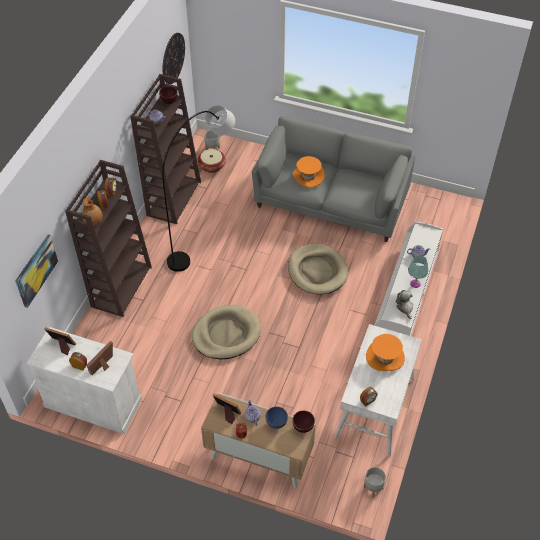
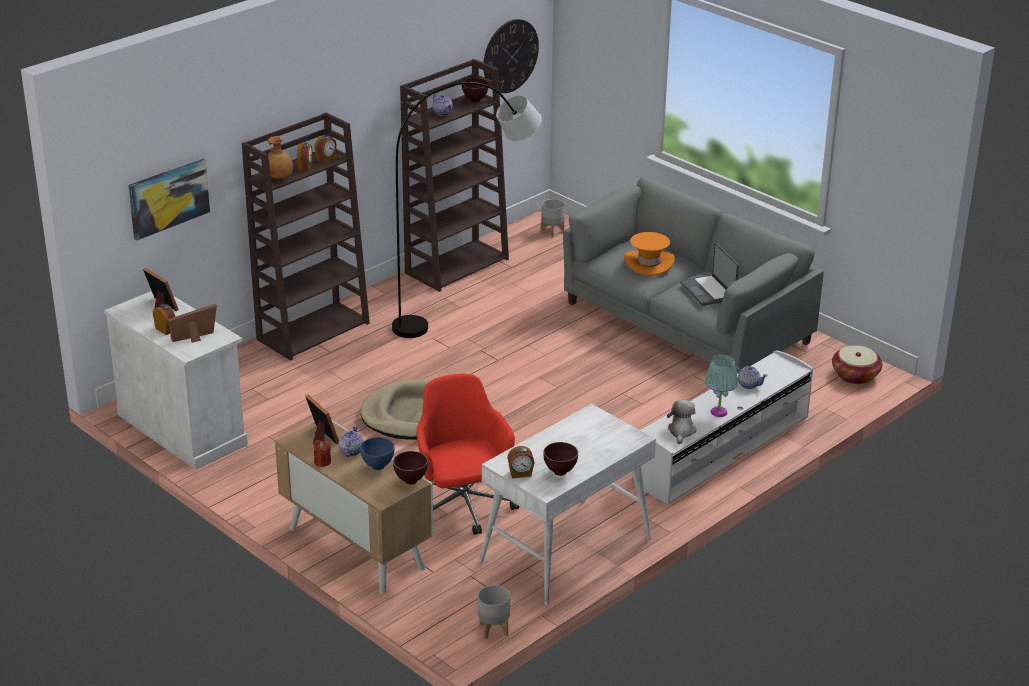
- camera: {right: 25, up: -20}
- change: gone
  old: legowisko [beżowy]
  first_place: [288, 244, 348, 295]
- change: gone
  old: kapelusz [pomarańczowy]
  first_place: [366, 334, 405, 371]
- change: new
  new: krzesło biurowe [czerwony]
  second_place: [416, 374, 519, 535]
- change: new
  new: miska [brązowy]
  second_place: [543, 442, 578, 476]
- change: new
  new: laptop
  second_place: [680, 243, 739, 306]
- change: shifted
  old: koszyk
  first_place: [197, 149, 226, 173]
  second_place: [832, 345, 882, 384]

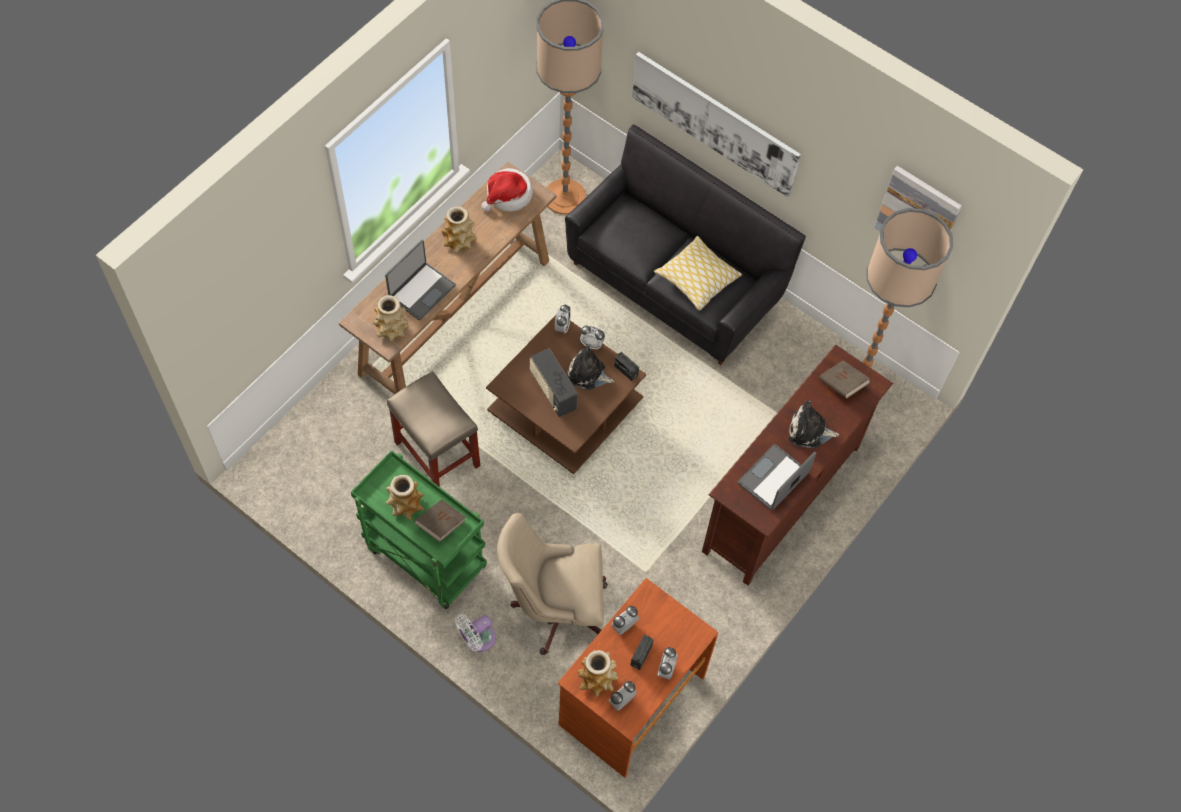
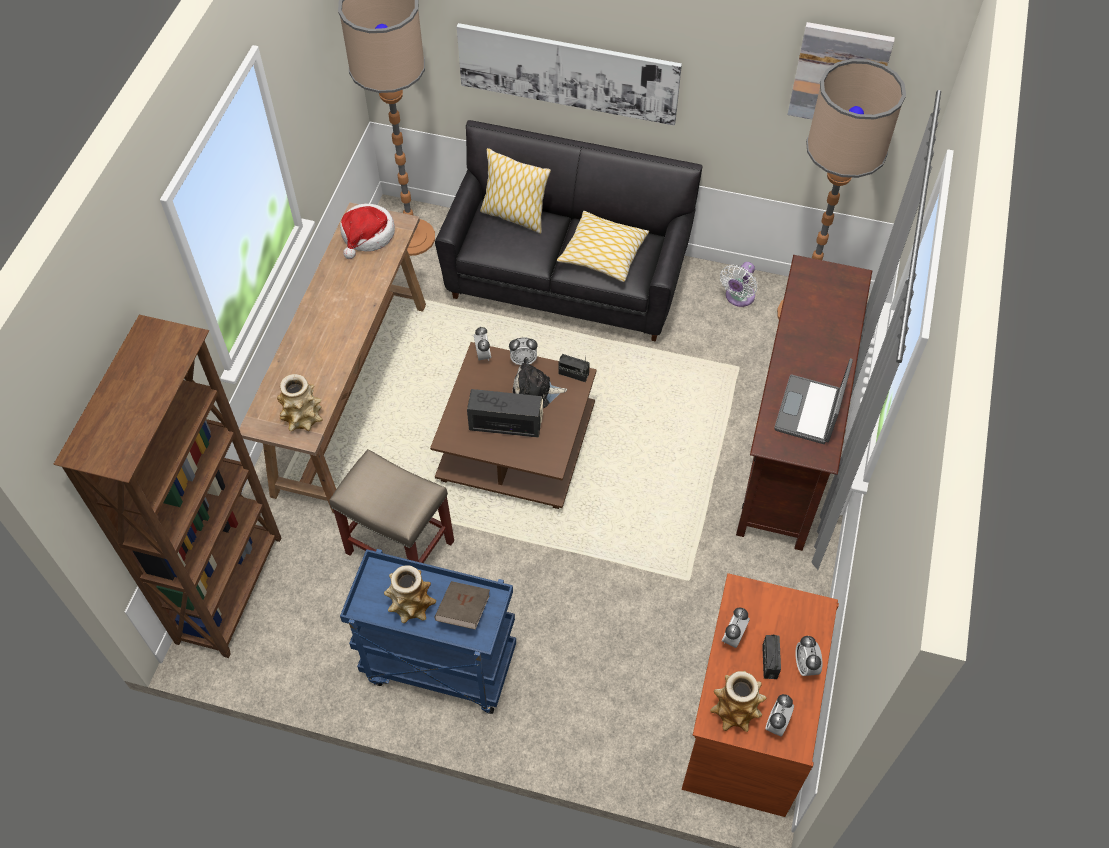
- camera: {right: -20, up: -5}
- change: gone
  old: laptop
  first_place: [385, 240, 456, 320]
- change: gone
  old: wazon
  first_place: [441, 206, 477, 253]
- change: gone
  old: krzesło biurowe [beżowy]
  first_place: [497, 513, 608, 655]
- change: gone
  old: pluszak
  first_place: [788, 400, 839, 448]
- change: gone
  old: książka [brązowy]
  first_place: [819, 360, 870, 399]
- change: new
  new: regał [brązowy]
  second_place: [53, 315, 281, 658]
- change: new
  new: poduszka
  second_place: [480, 148, 551, 234]
- change: shifted
  old: wentylator [biały]
  first_place: [455, 614, 496, 652]
  second_place: [720, 262, 757, 307]
- change: repainted
  old: wózek [zielony]
  new: wózek [niebieski]
  first_place: [351, 450, 487, 609]
  second_place: [340, 549, 516, 714]
- change: rotated
  old: radio
  first_place: [530, 348, 578, 417]
  second_place: [467, 389, 543, 438]
  degrees: 150

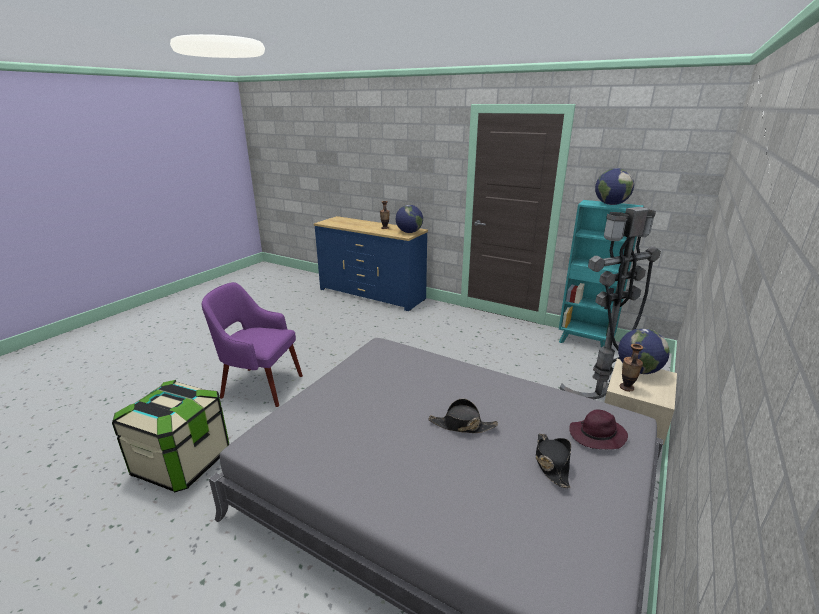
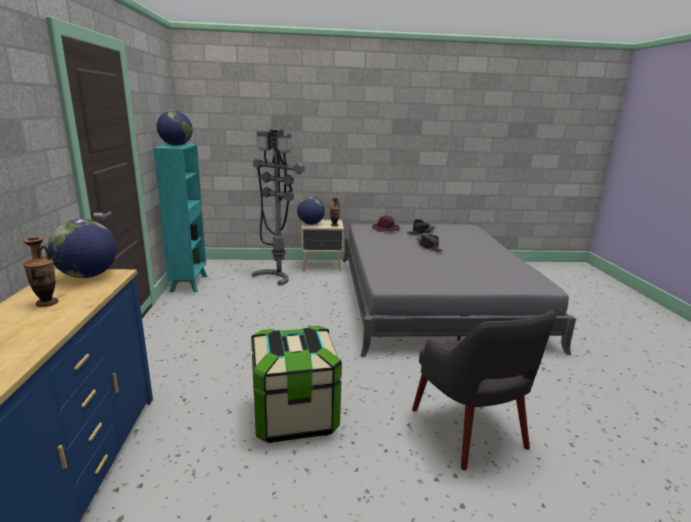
- camera: {right: -125, up: -5}
- change: shifted
  old: pojemnik do przechowywania
  first_place: [112, 380, 229, 493]
  second_place: [251, 326, 342, 443]
- change: repainted
  old: fotel [fioletowy]
  new: fotel [szary]
  first_place: [202, 282, 303, 407]
  second_place: [412, 310, 556, 470]

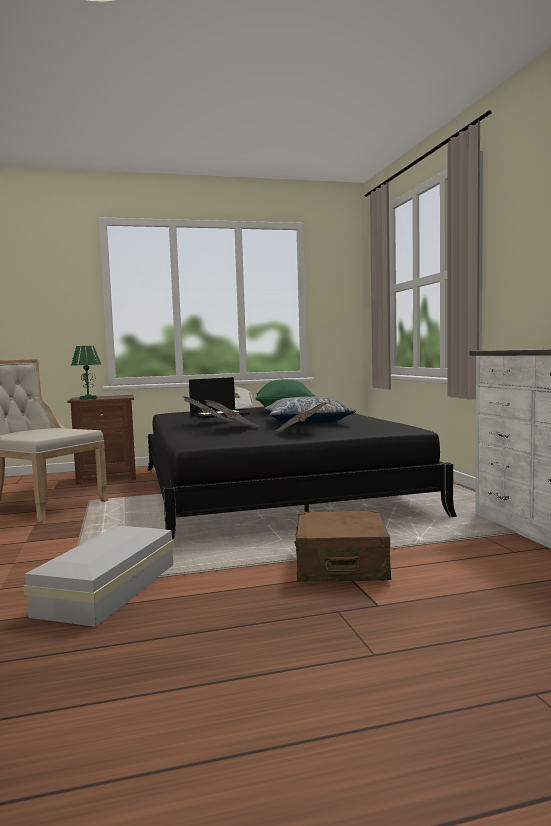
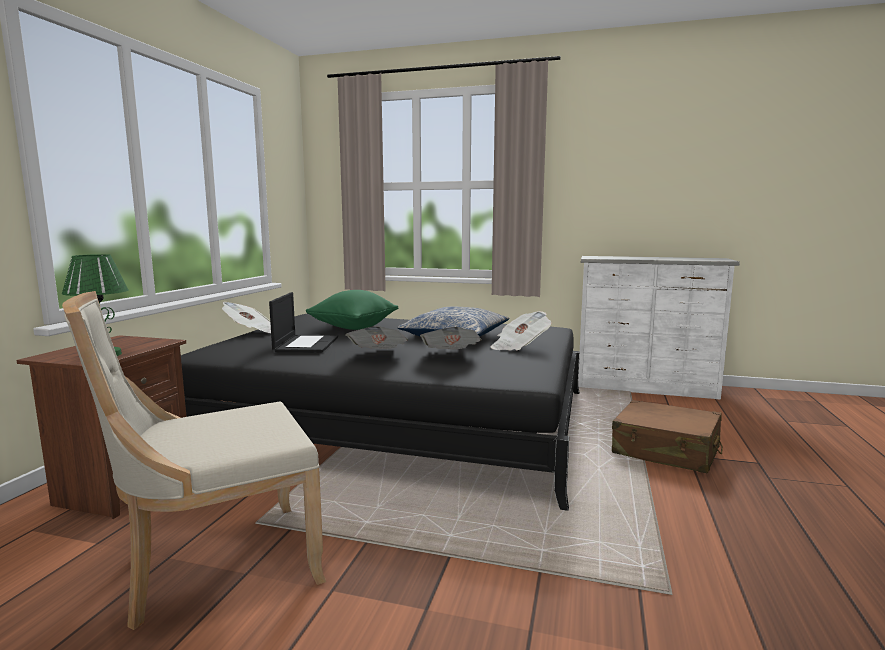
- camera: {right: -60, up: 5}
- change: gone
  old: pojemnik do przechowywania [biały]
  first_place: [23, 526, 174, 627]

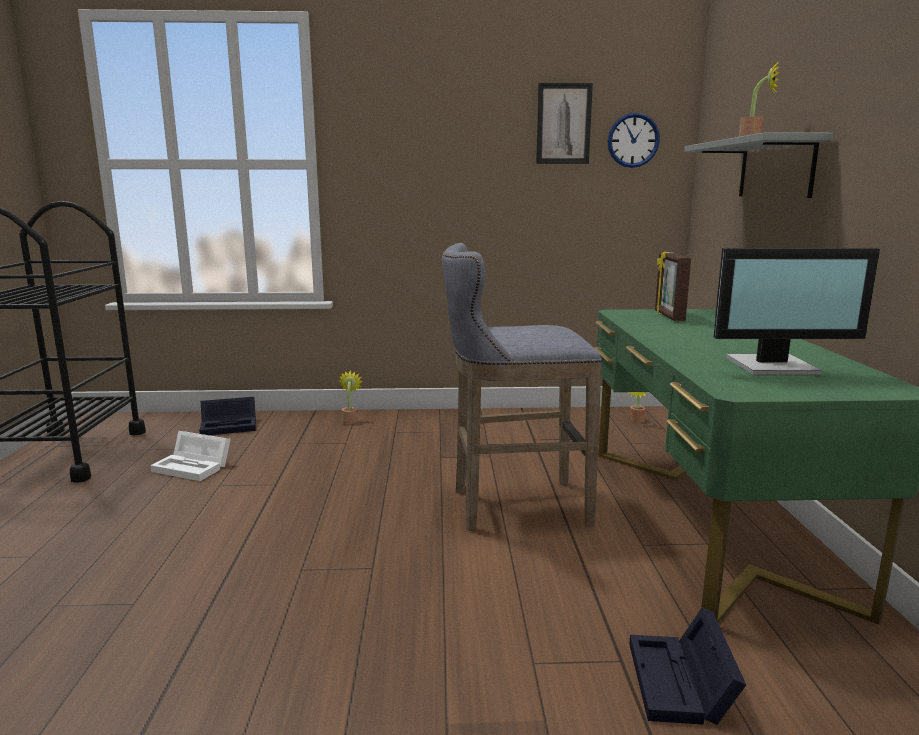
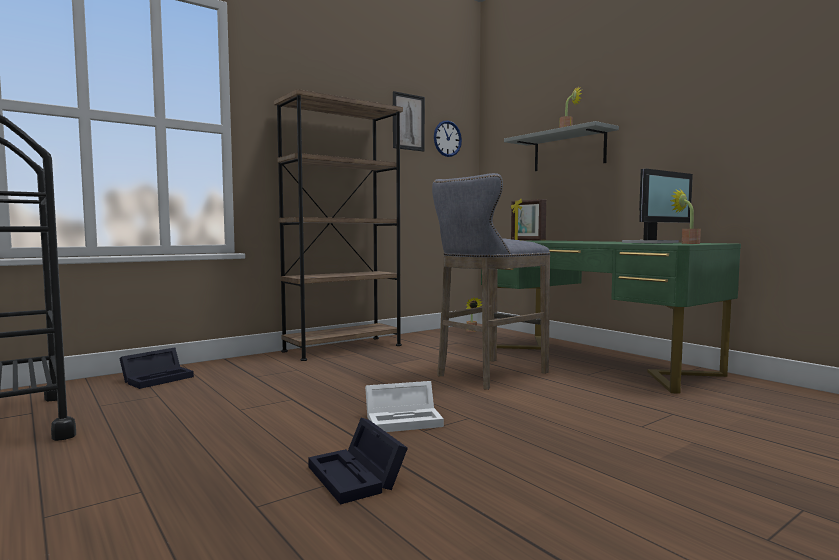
- camera: {right: -35, up: -10}
- change: new
  new: regał [brązowy]
  second_place: [274, 89, 403, 361]
- change: shifted
  old: pojemnik do przechowywania [biały]
  first_place: [150, 431, 231, 481]
  second_place: [365, 381, 444, 432]
- change: shifted
  old: roślina doniczkowa
  first_place: [339, 370, 363, 425]
  second_place: [670, 188, 701, 244]
- change: shifted
  old: pojemnik do przechowywania [czarny]
  first_place: [629, 607, 746, 725]
  second_place: [308, 418, 408, 504]

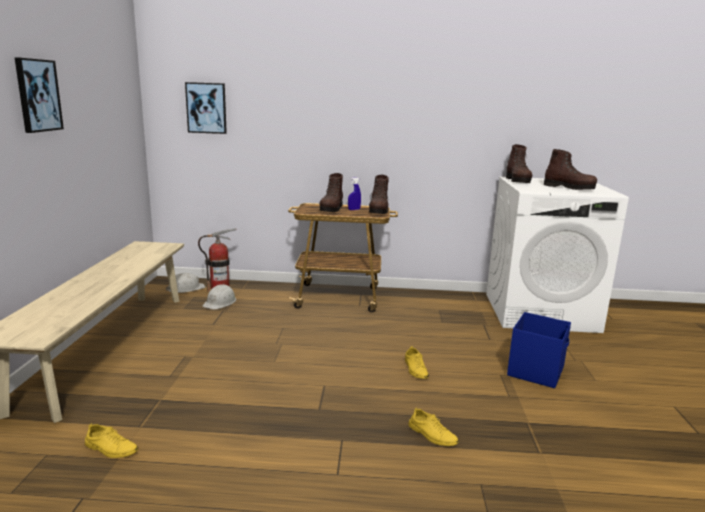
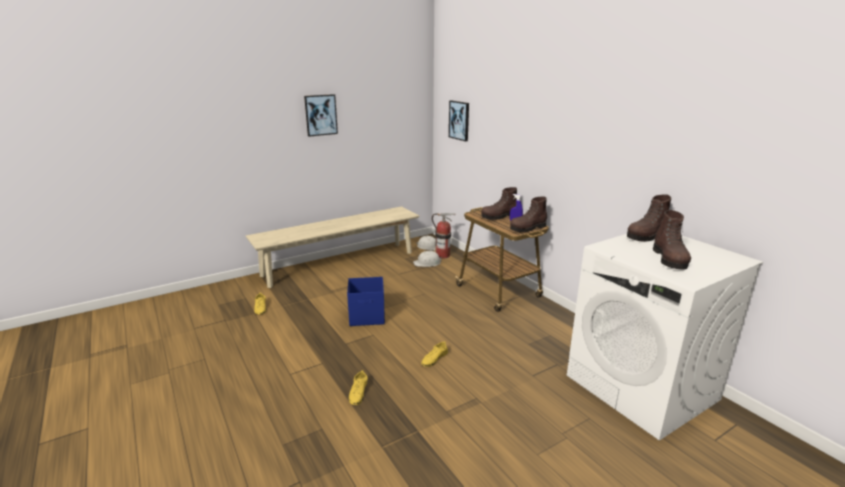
- camera: {right: 55, up: 5}
- change: shifted
  old: pojemnik do przechowywania [niebieski]
  first_place: [507, 312, 571, 388]
  second_place: [347, 277, 385, 326]

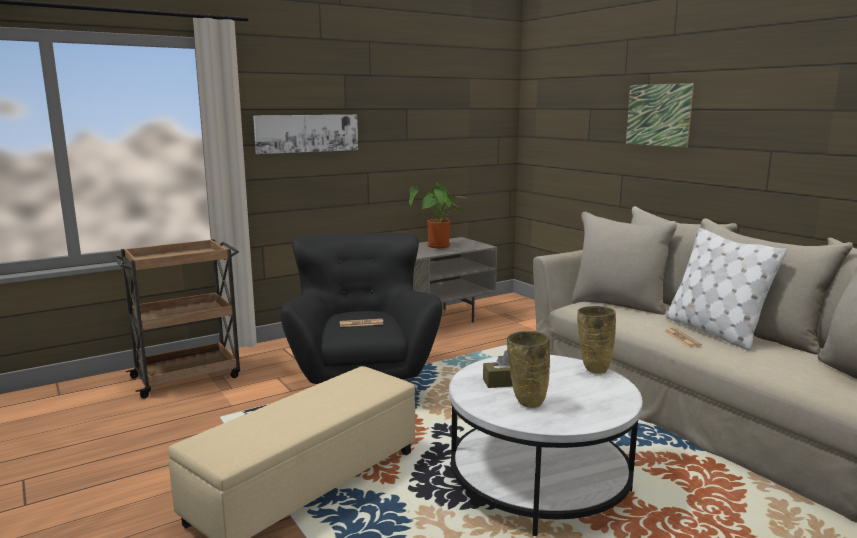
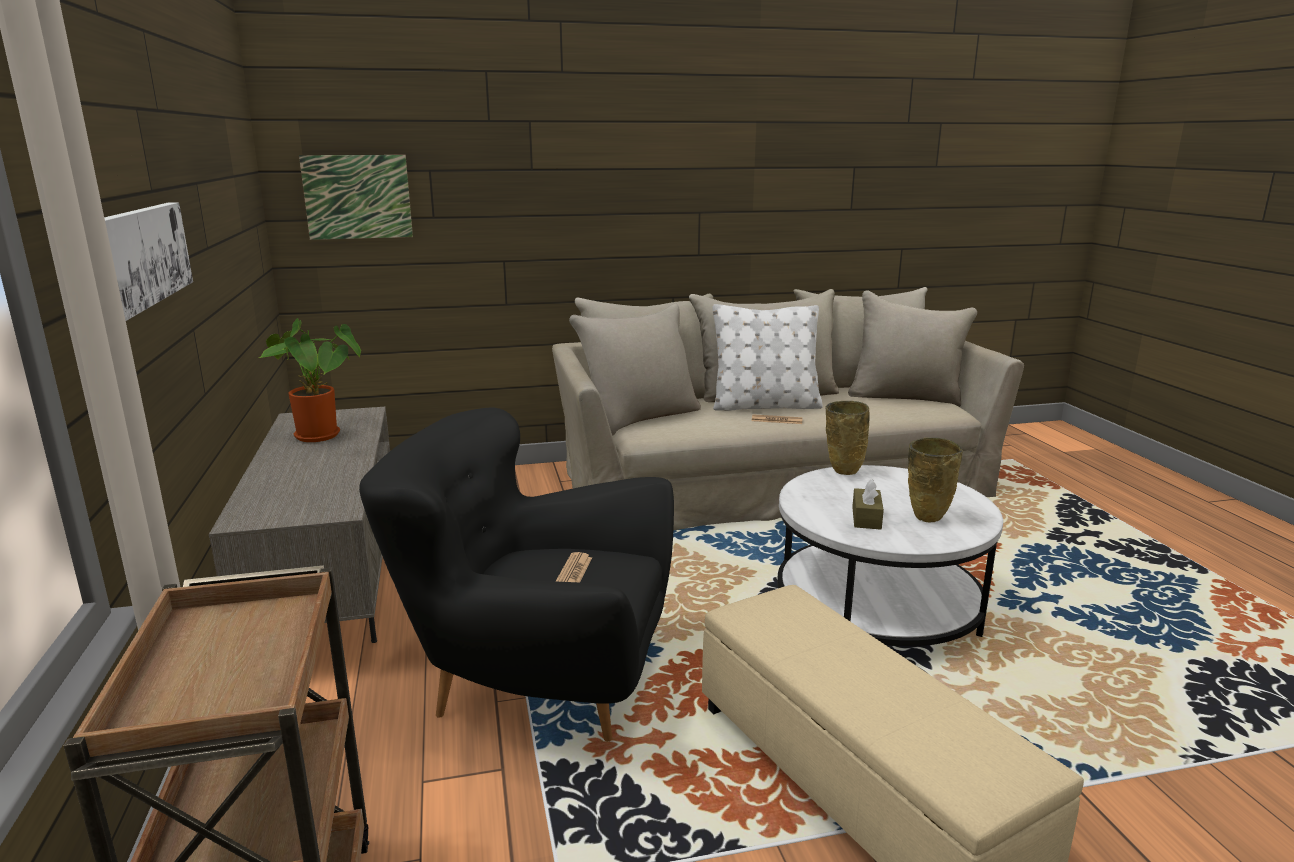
- camera: {right: -70, up: 5}
- change: shifted
  old: obraz
  first_place: [626, 83, 694, 147]
  second_place: [299, 155, 413, 240]

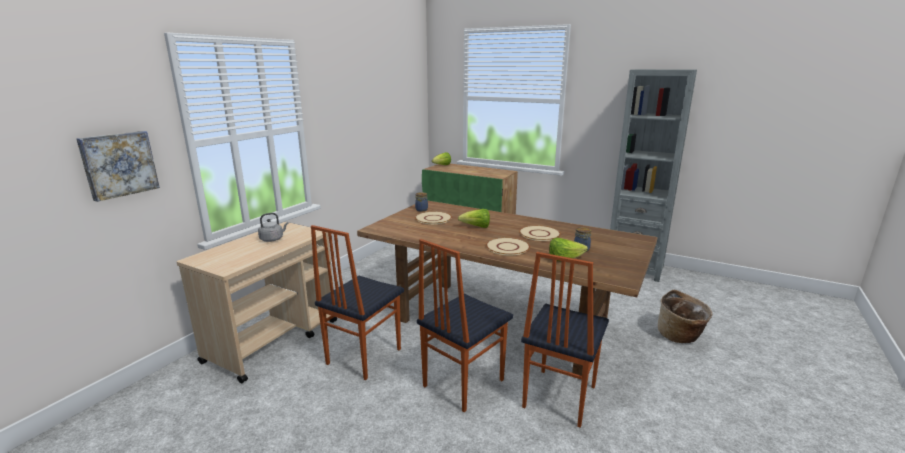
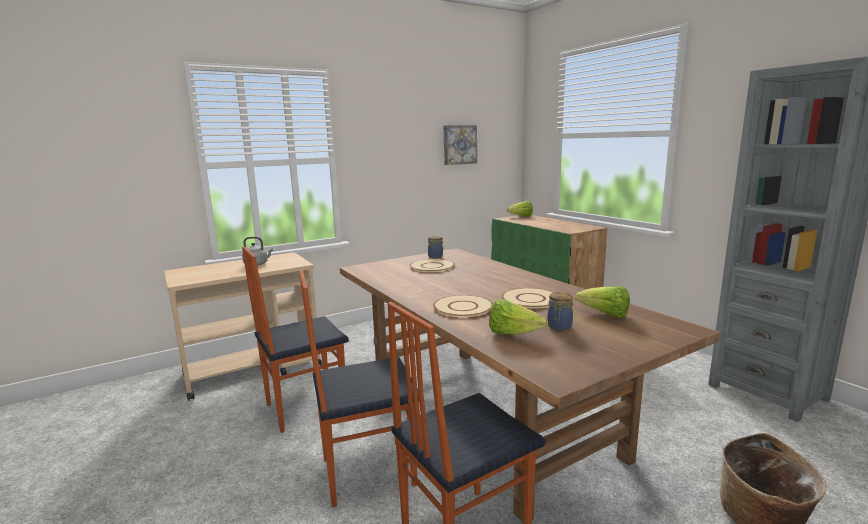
- camera: {right: 30, up: -5}
- change: shifted
  old: obraz
  first_place: [76, 131, 160, 202]
  second_place: [444, 125, 477, 165]
- change: shifted
  old: sałata
  first_place: [458, 209, 490, 228]
  second_place: [575, 286, 630, 318]

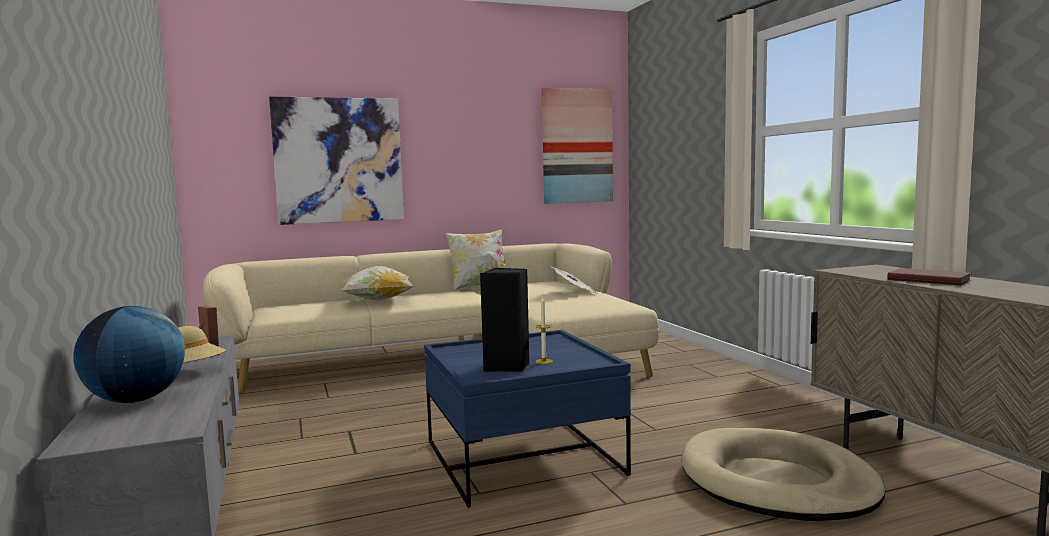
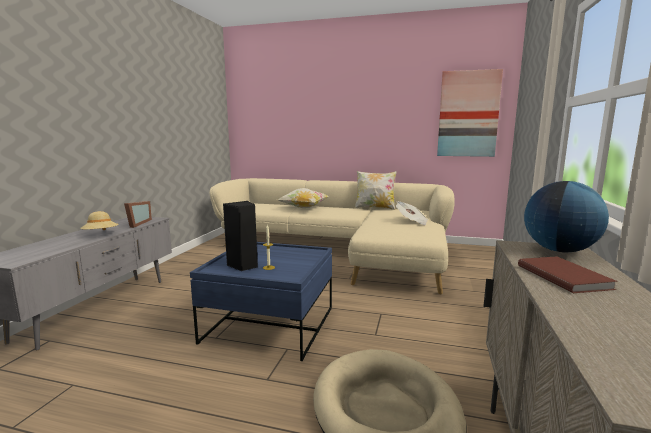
- camera: {right: 35, up: 5}
- change: gone
  old: obraz
  first_place: [269, 97, 404, 225]
- change: shifted
  old: globus
  first_place: [73, 306, 185, 403]
  second_place: [524, 181, 609, 253]

